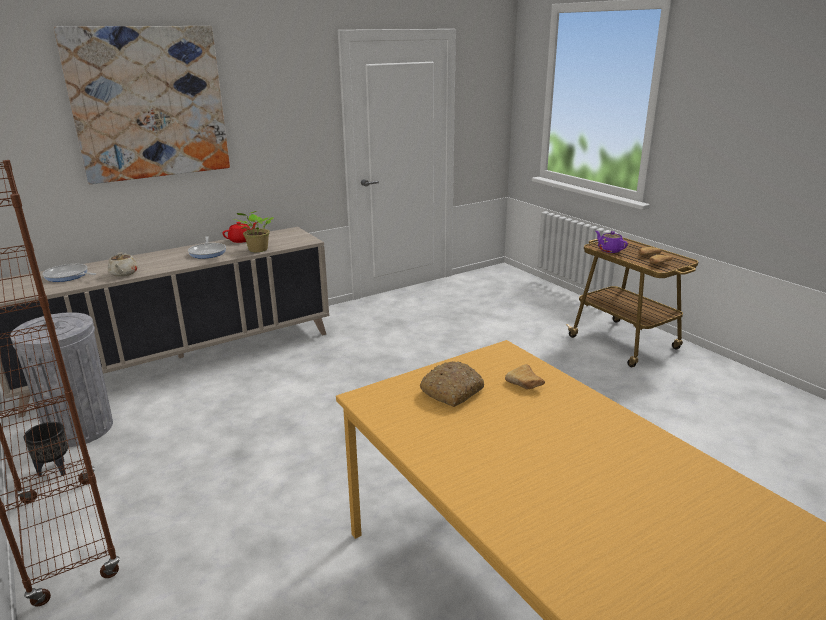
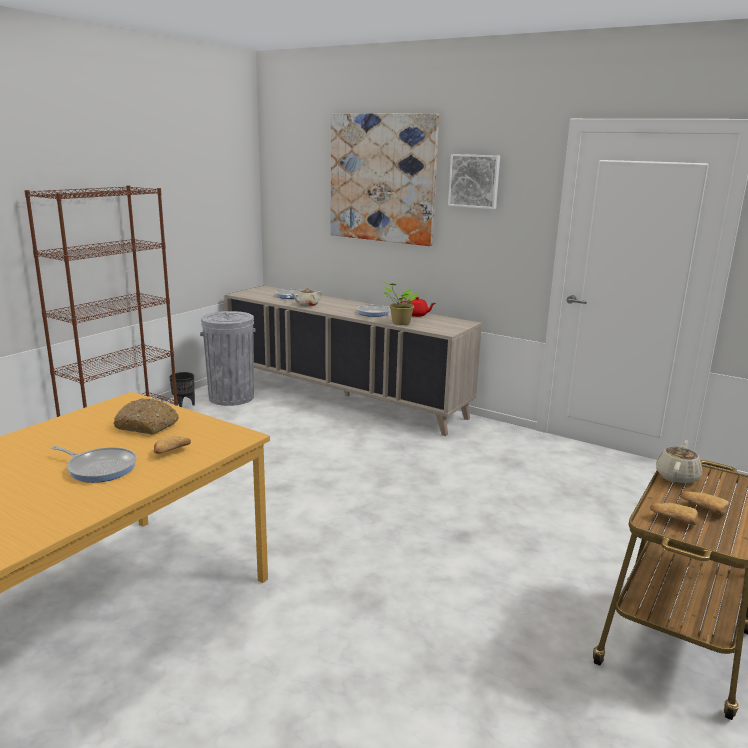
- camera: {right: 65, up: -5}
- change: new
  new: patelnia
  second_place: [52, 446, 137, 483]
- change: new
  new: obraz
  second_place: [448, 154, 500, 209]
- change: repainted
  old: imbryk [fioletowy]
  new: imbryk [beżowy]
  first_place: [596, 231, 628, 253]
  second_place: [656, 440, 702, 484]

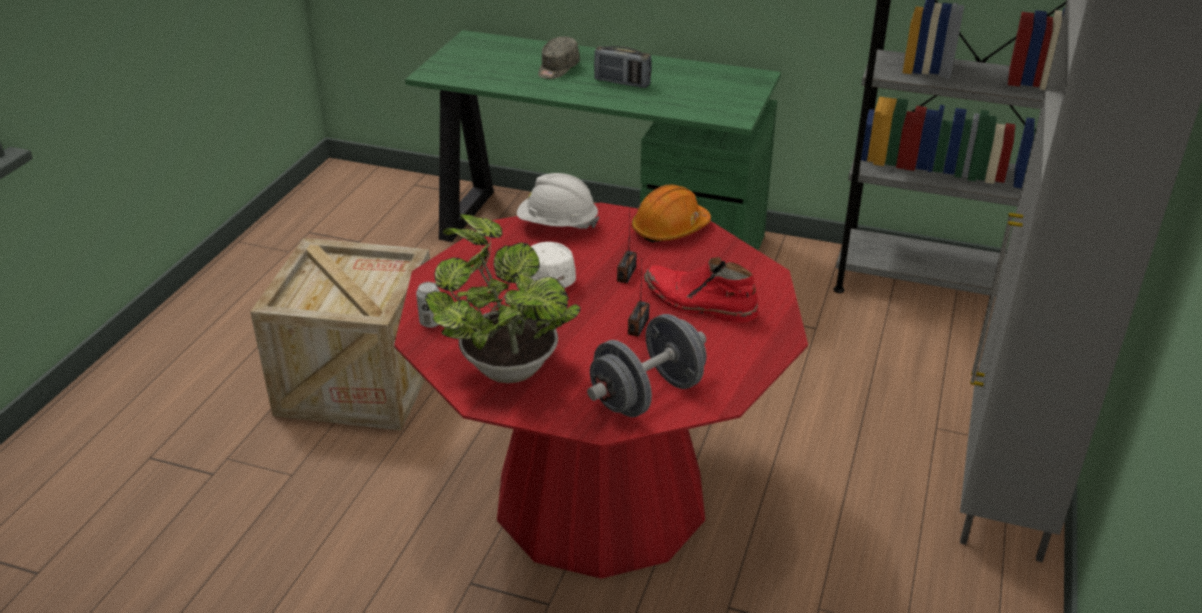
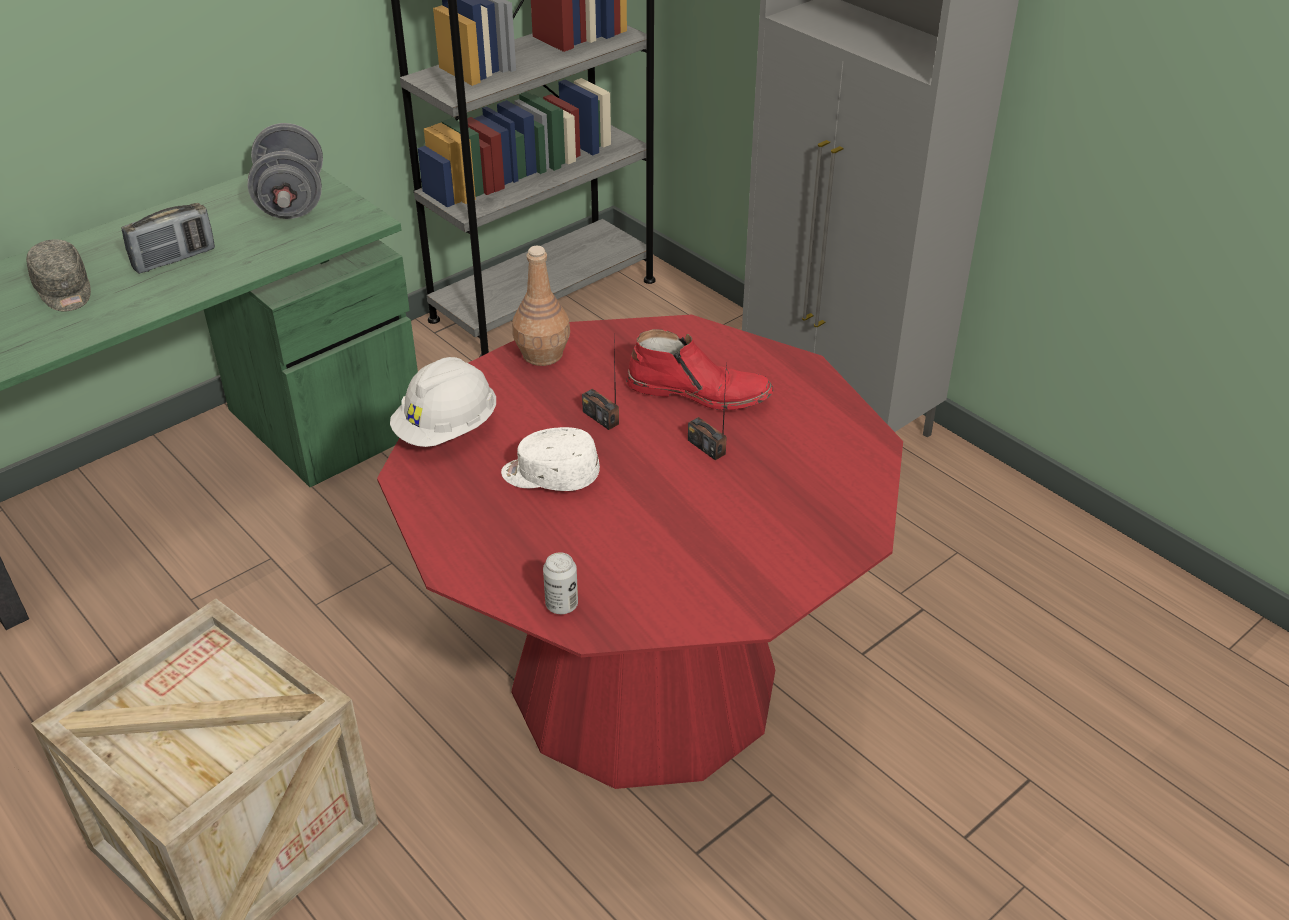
- camera: {right: -60, up: 5}
- change: gone
  old: roślina doniczkowa
  first_place: [425, 214, 580, 383]
- change: shifted
  old: hantel [szary]
  first_place: [587, 314, 706, 417]
  second_place: [248, 123, 323, 219]
- change: swapped
  old: kask [pomarańczowy]
  new: butelka [brązowy]
  first_place: [632, 184, 711, 243]
  second_place: [512, 246, 570, 366]
- change: rotated
  old: but z cholewką [czerwony]
  first_place: [644, 257, 759, 322]
  second_place: [626, 329, 774, 410]
  degrees: -135

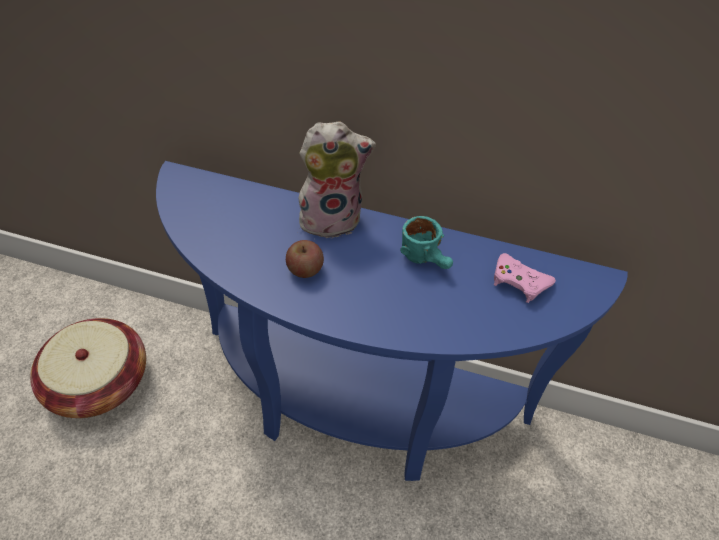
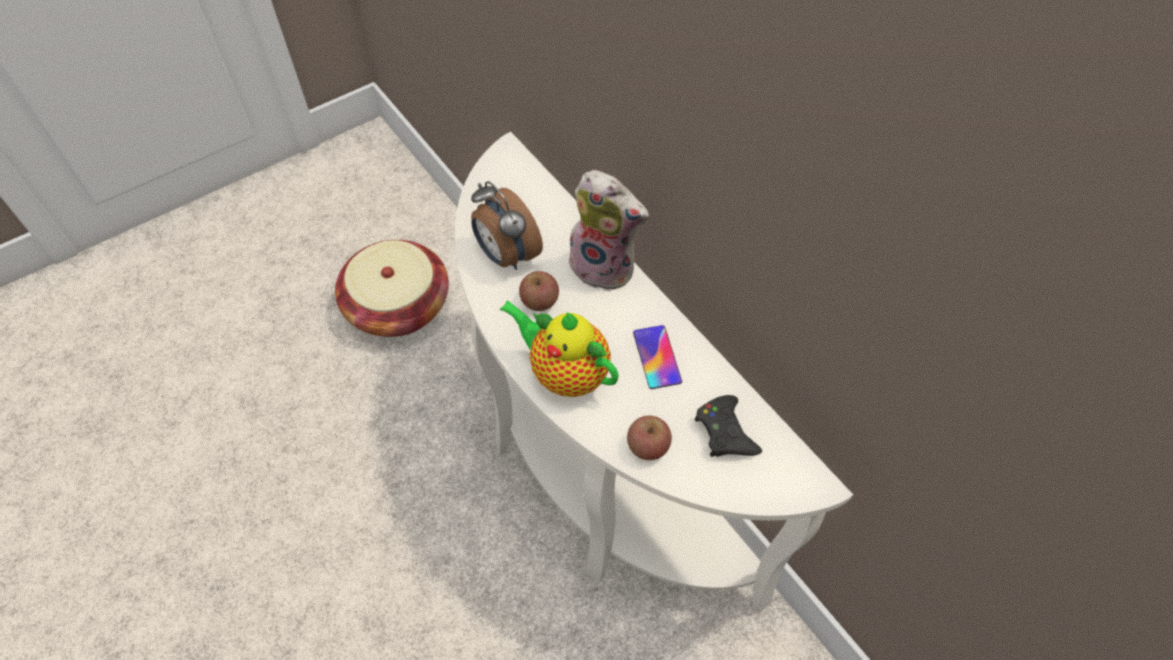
- camera: {right: 40, up: 5}
- change: new
  new: budzik
  second_place: [471, 181, 543, 270]
- change: new
  new: imbryk
  second_place: [500, 300, 619, 397]
- change: new
  new: jabłko
  second_place: [627, 415, 672, 460]
- change: swapped
  old: kubek [turkusowy]
  new: telefon
  first_place: [400, 216, 453, 269]
  second_place: [633, 325, 682, 389]
- change: repainted
  old: stolik konsolowy [niebieski]
  new: stolik konsolowy [biały]
  first_place: [156, 161, 628, 481]
  second_place: [455, 132, 853, 614]
- change: repainted
  old: pad do gier [różowy]
  new: pad do gier [czarny]
  first_place: [494, 253, 556, 303]
  second_place: [695, 395, 762, 457]

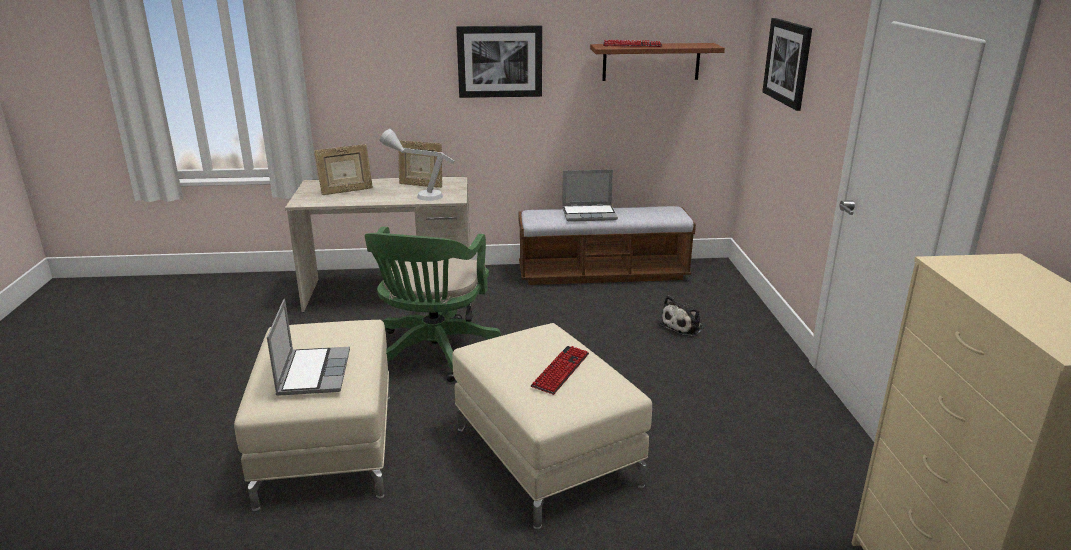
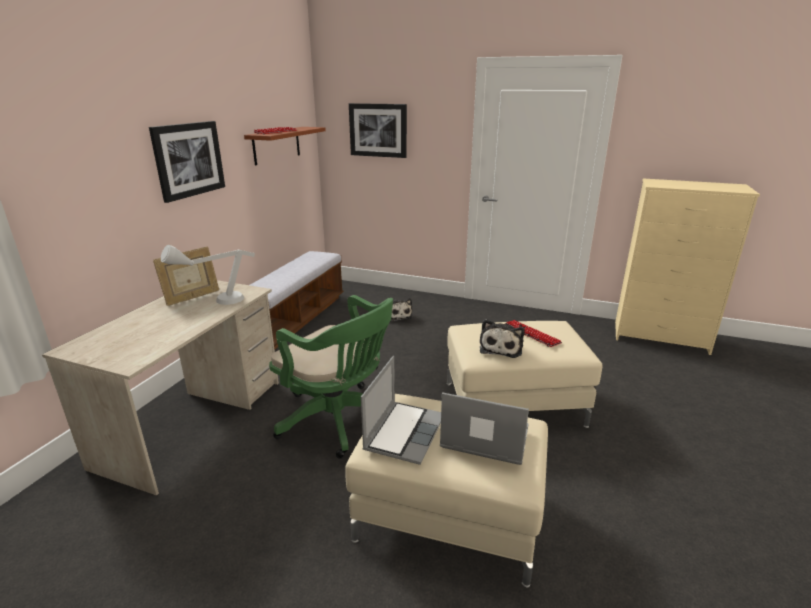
- camera: {right: -65, up: 0}
- change: gone
  old: ramka na zdjęcie
  first_place: [314, 144, 373, 195]
- change: new
  new: pluszak
  second_place: [480, 319, 525, 358]
- change: shifted
  old: laptop
  first_place: [562, 169, 618, 222]
  second_place: [361, 356, 441, 465]

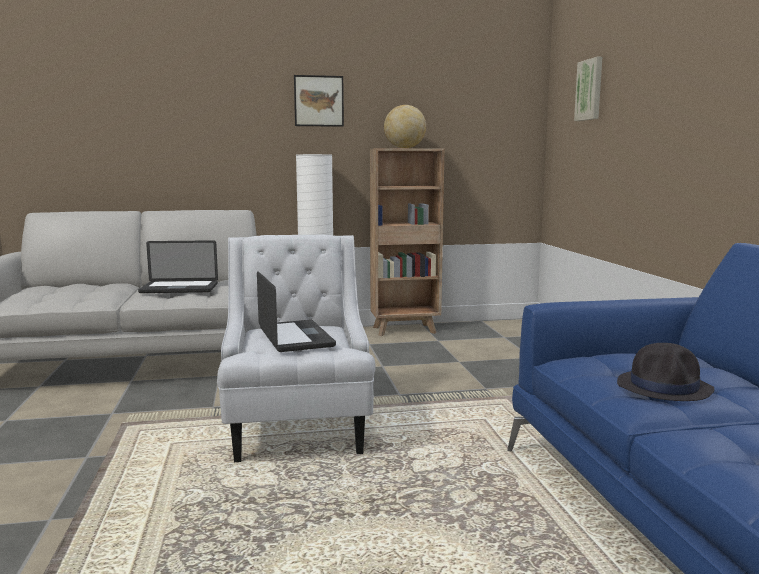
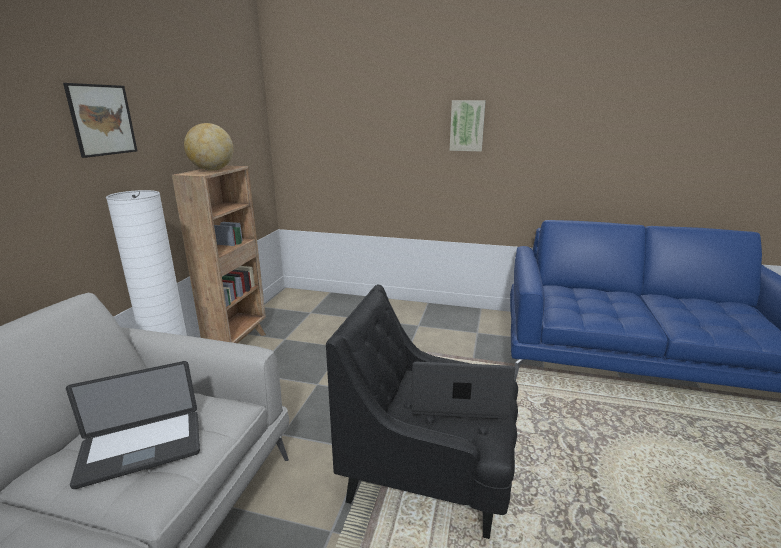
- camera: {right: -65, up: 10}
- change: gone
  old: kapelusz [czarny]
  first_place: [617, 343, 714, 401]
- change: shifted
  old: obraz
  first_place: [574, 57, 602, 121]
  second_place: [450, 100, 486, 152]
- change: repainted
  old: fotel [biały]
  new: fotel [czarny]
  first_place: [217, 234, 376, 462]
  second_place: [326, 285, 518, 539]
- change: rotated
  old: laptop
  first_place: [138, 240, 218, 293]
  second_place: [66, 361, 200, 489]
  degrees: 45

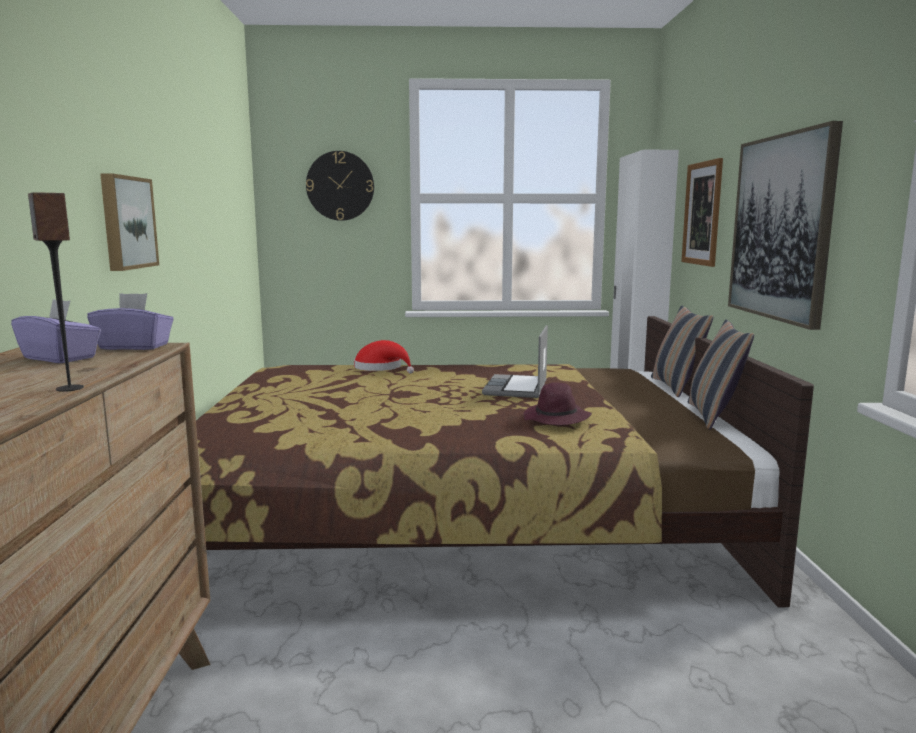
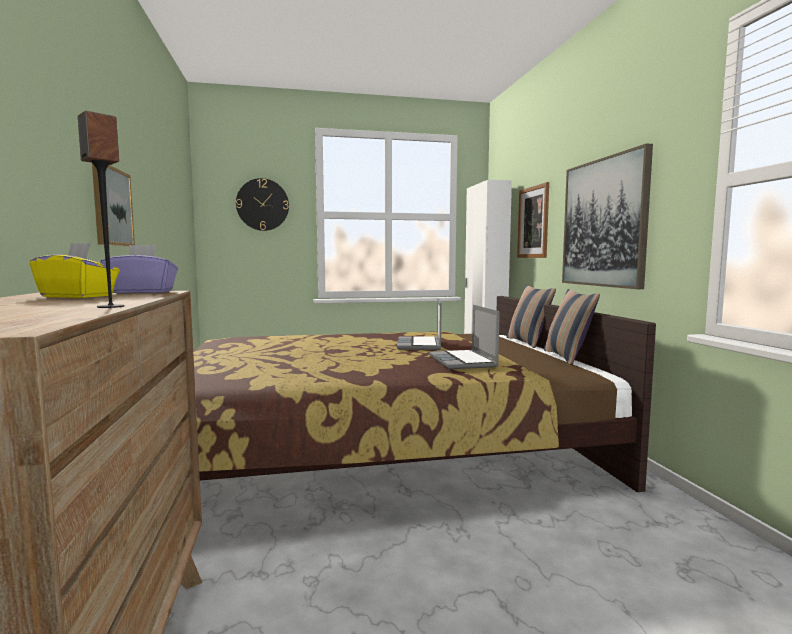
- camera: {right: -10, up: -5}
- change: gone
  old: kapelusz [czerwony]
  first_place: [354, 340, 414, 374]
- change: swapped
  old: kapelusz [fioletowy]
  new: laptop
  first_place: [523, 383, 592, 425]
  second_place: [429, 305, 500, 369]
- change: repainted
  old: pudełko chusteczek [fioletowy]
  new: pudełko chusteczek [żółty]
  first_place: [11, 299, 101, 363]
  second_place: [29, 242, 119, 298]

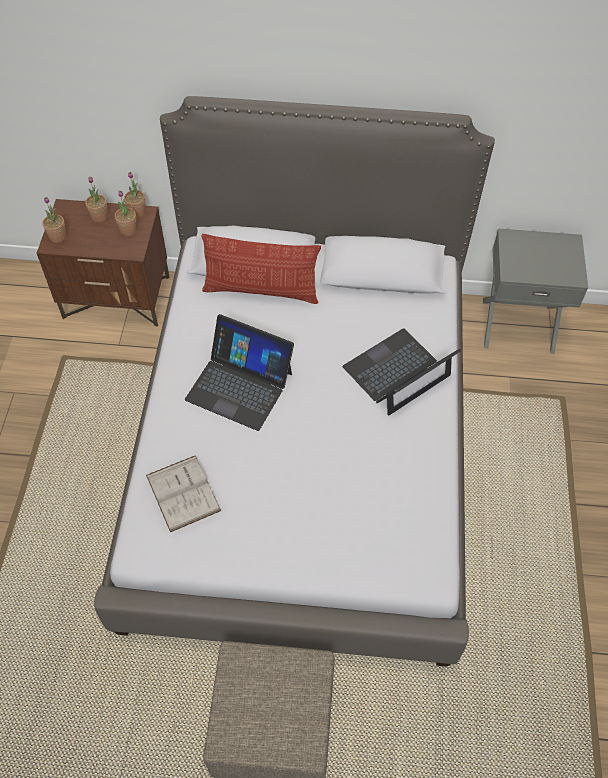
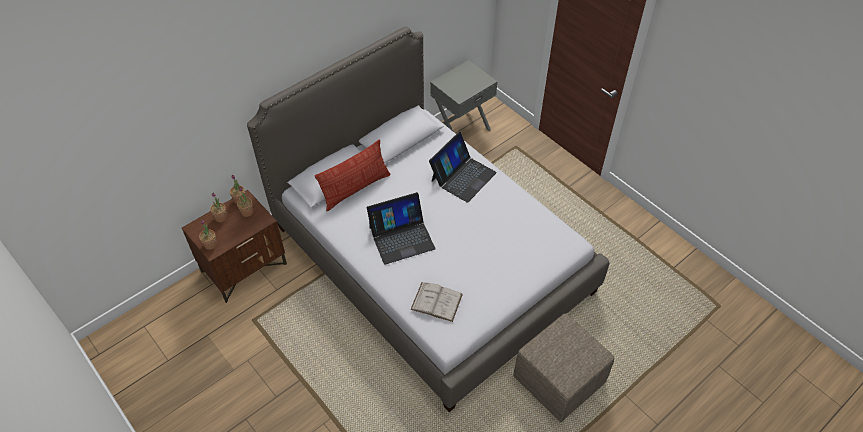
- camera: {right: -45, up: -5}
- change: rotated
  old: laptop
  first_place: [342, 328, 461, 416]
  second_place: [429, 132, 497, 203]
  degrees: -150

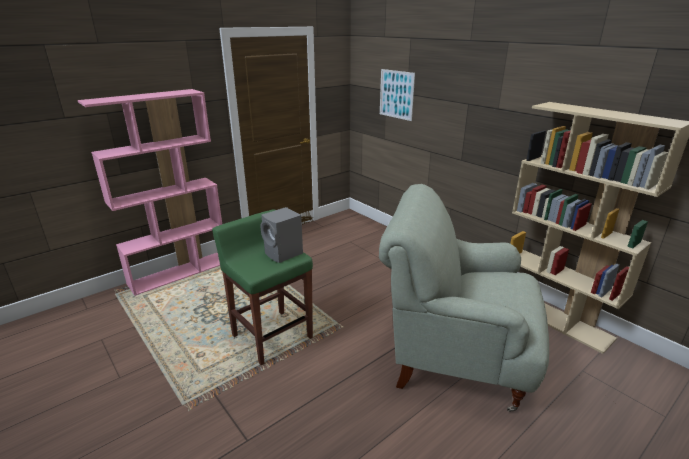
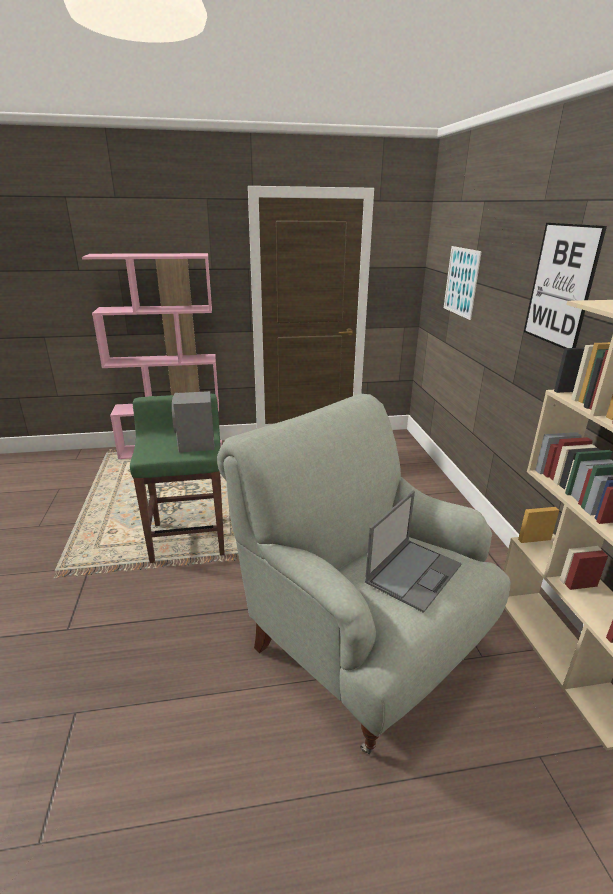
- camera: {right: 30, up: 0}
- change: new
  new: laptop
  second_place: [365, 491, 462, 613]
- change: new
  new: obraz
  second_place: [524, 223, 607, 349]

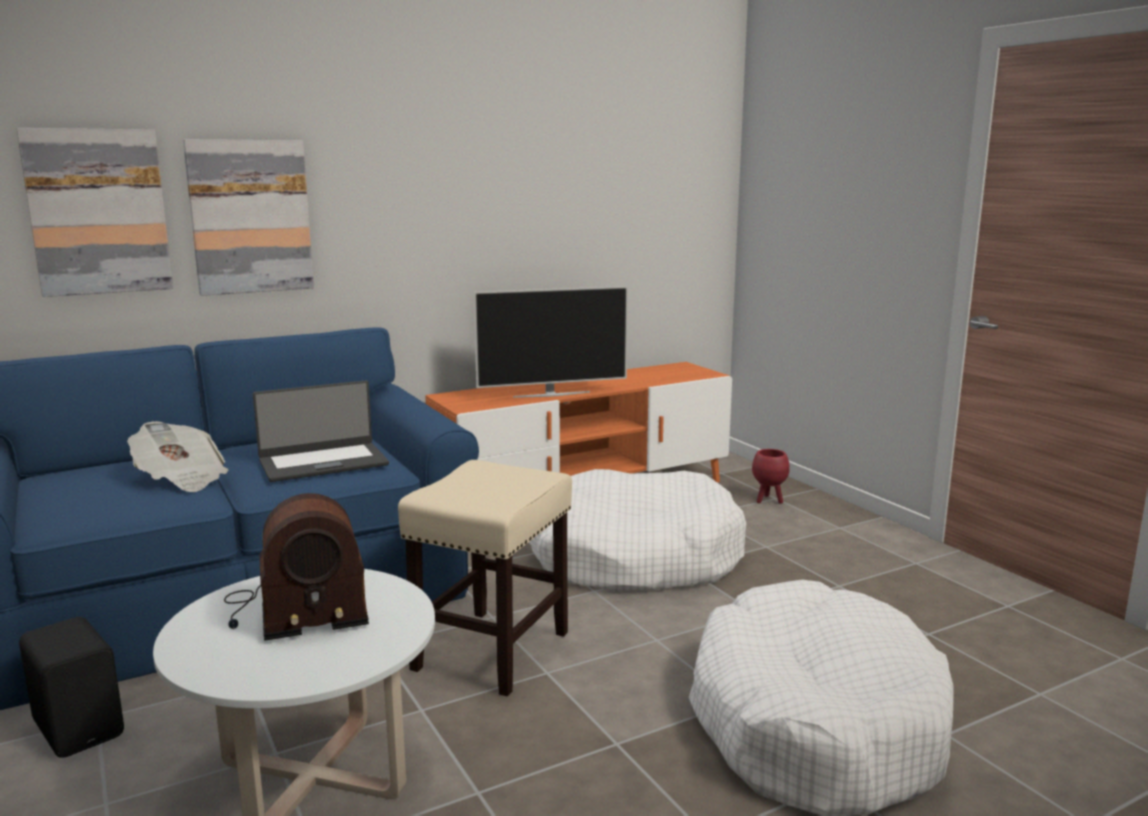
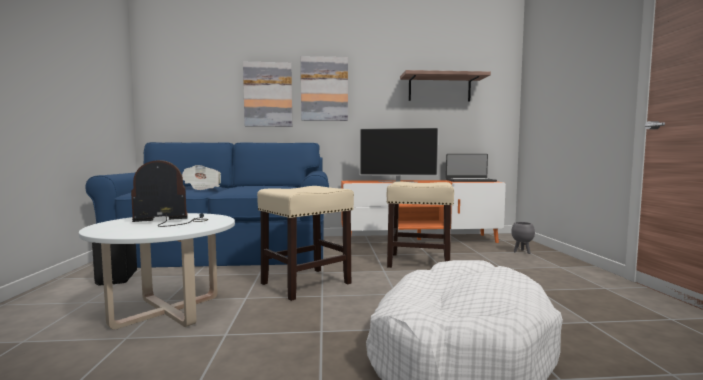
- camera: {right: 25, up: -10}
- change: new
  new: półka
  second_place: [400, 70, 491, 101]
- change: shifted
  old: obraz
  first_place: [17, 128, 173, 297]
  second_place: [301, 56, 348, 121]
- change: shifted
  old: laptop
  first_place: [253, 380, 389, 482]
  second_place: [446, 154, 497, 182]
- change: swapped
  old: legowisko [biały]
  new: stołek [beżowy]
  first_place: [529, 469, 747, 592]
  second_place: [387, 182, 454, 268]
- change: repainted
  old: donica [czerwony]
  new: donica [szary]
  first_place: [752, 449, 790, 504]
  second_place: [511, 222, 535, 254]
- change: rotated
  old: radio
  first_place: [224, 493, 369, 641]
  second_place: [131, 160, 208, 227]
  degrees: 150

